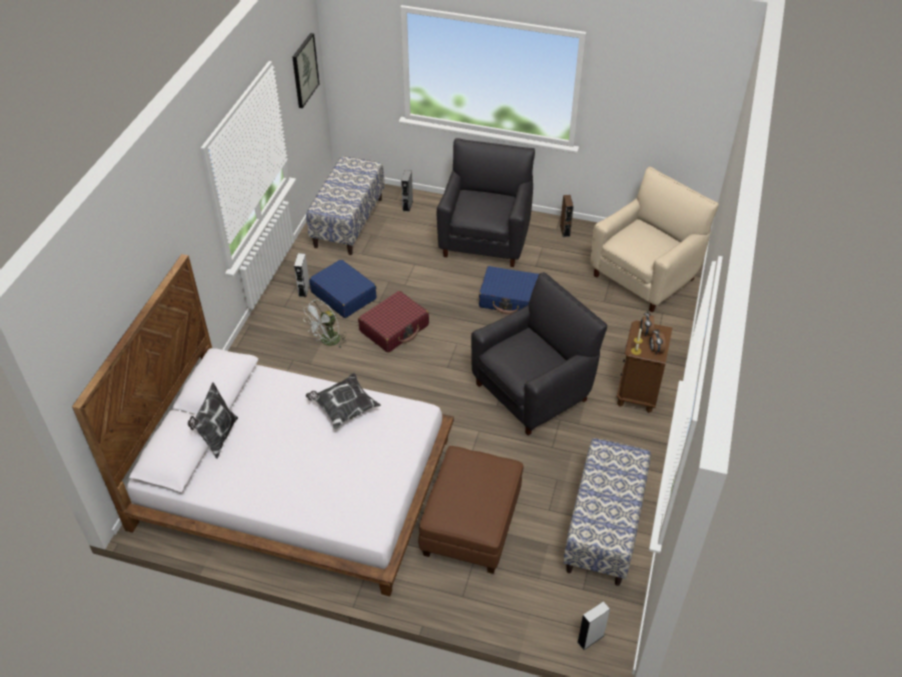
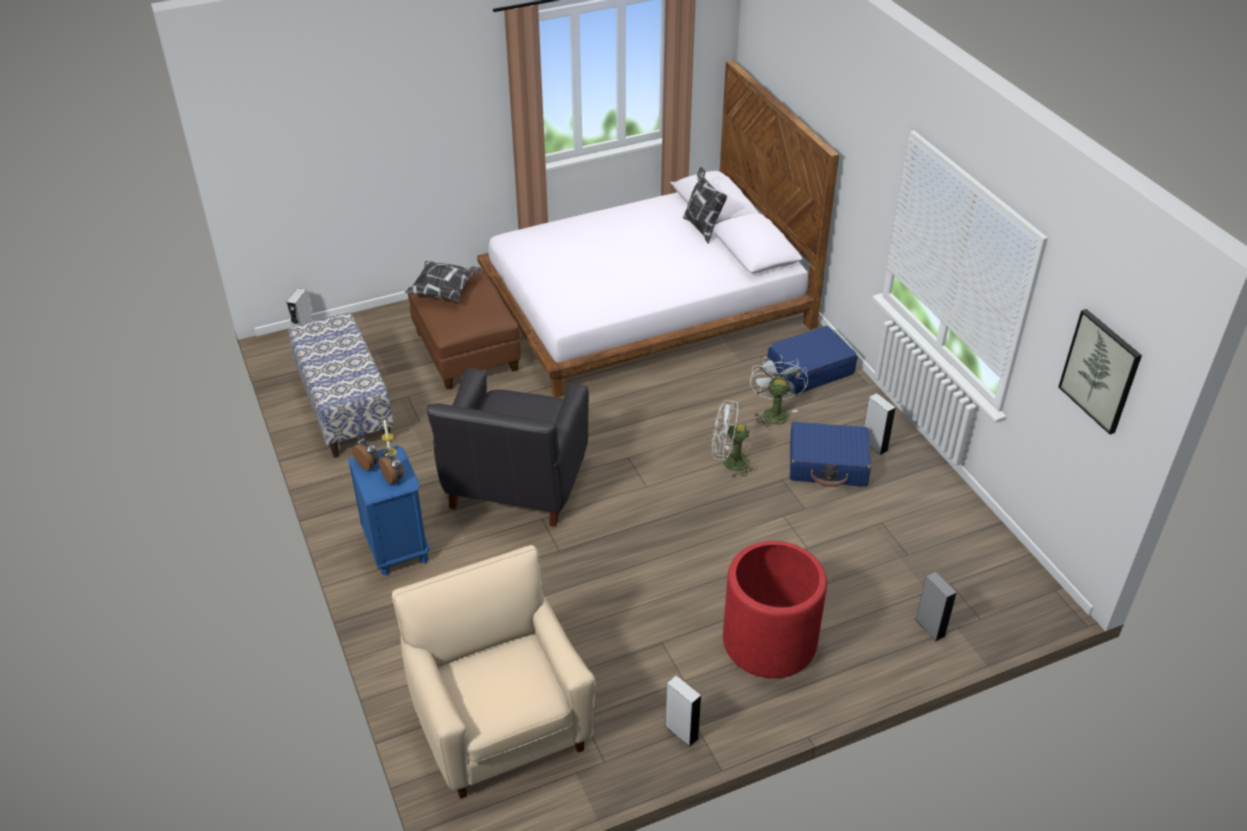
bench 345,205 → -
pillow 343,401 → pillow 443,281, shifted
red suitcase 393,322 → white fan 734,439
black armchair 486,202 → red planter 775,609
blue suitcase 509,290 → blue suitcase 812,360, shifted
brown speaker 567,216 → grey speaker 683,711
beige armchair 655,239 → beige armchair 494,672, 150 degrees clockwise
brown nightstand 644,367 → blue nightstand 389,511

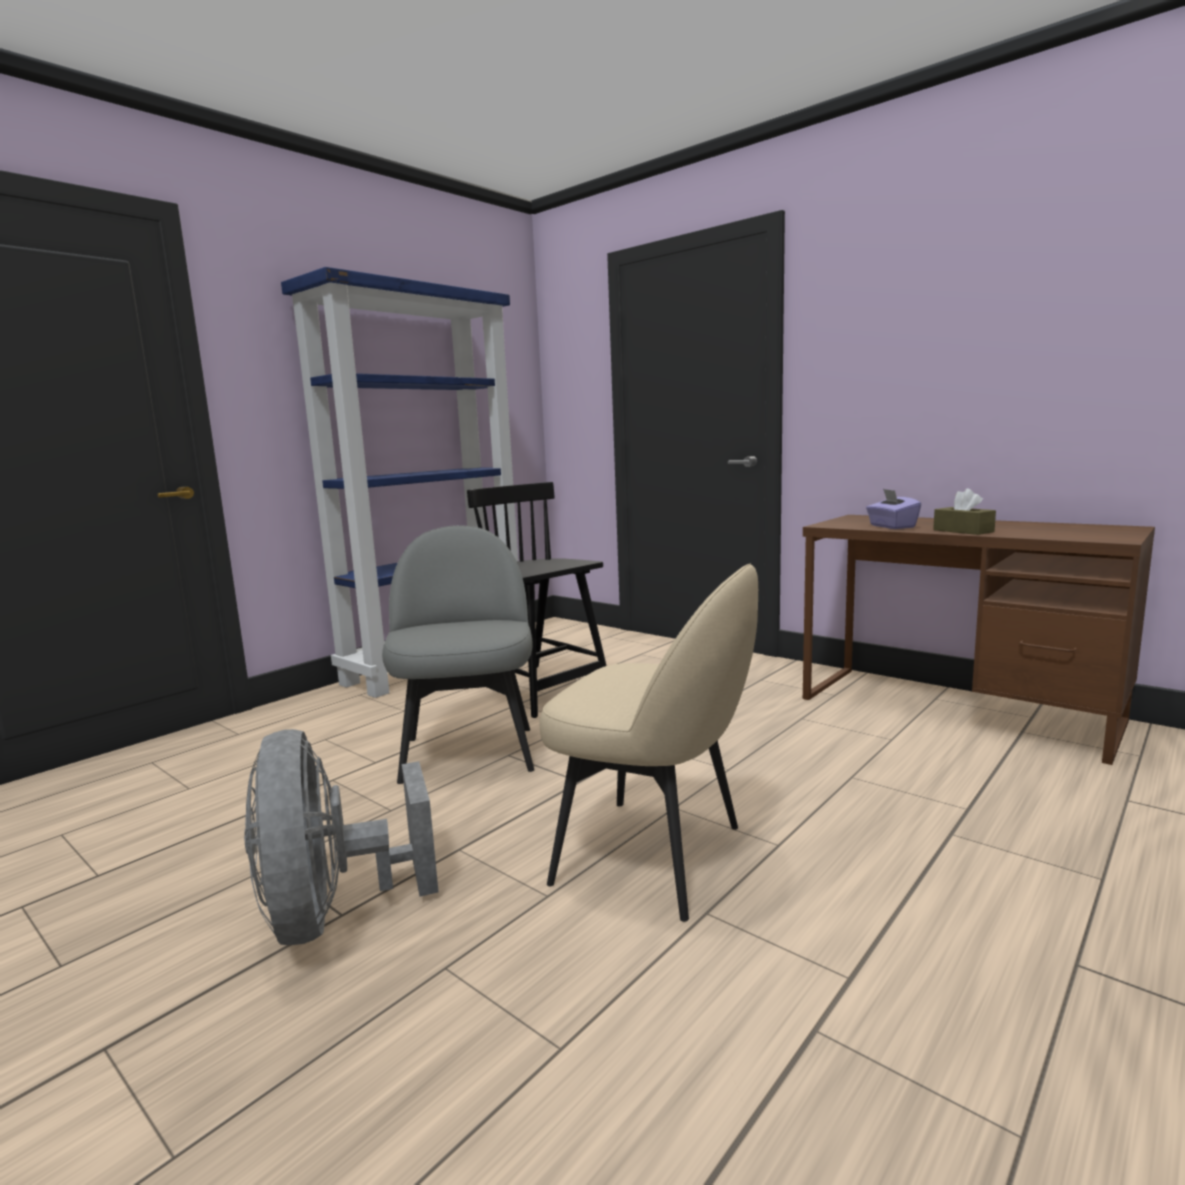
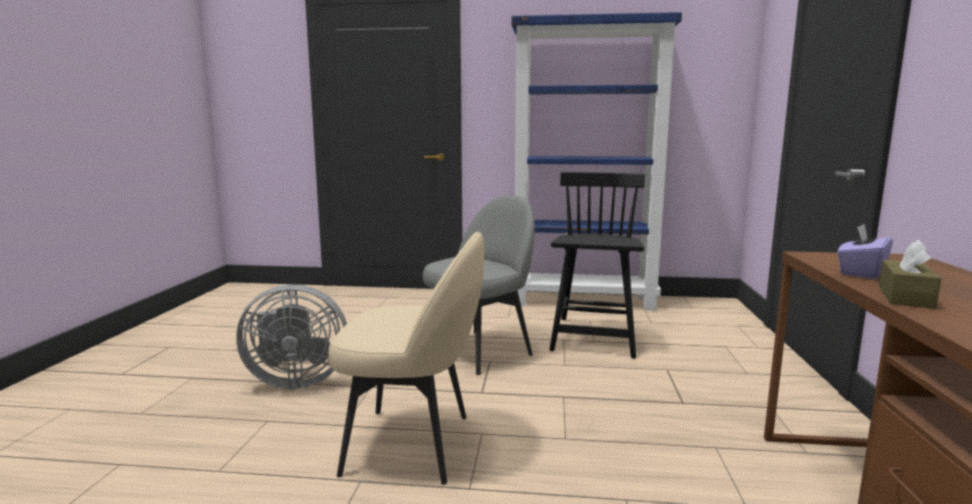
grey fan 341,837 → grey fan 291,336, 135 degrees counterclockwise
beige chair 648,743 → beige chair 406,358, 75 degrees counterclockwise

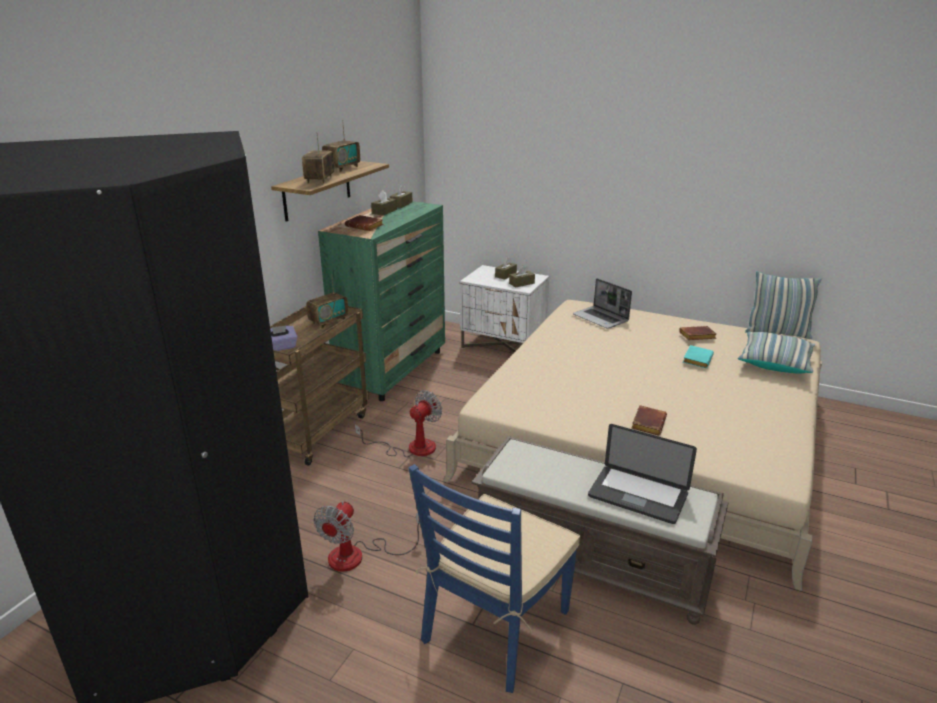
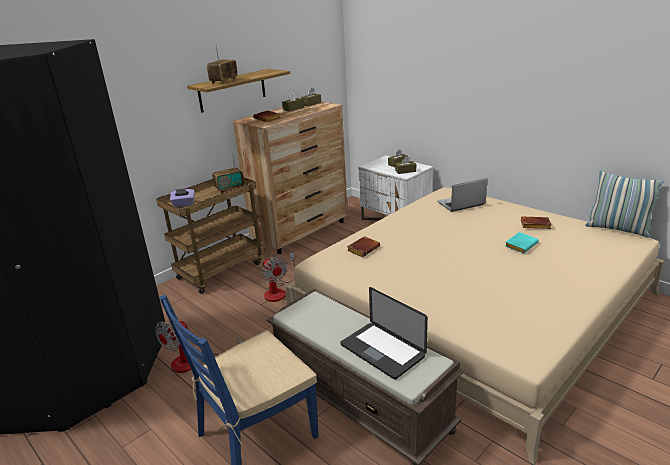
green dresser 381,301 → brown dresser 290,178
radio 341,146 → -
fan 398,423 → fan 278,277, 90 degrees clockwise
laptop 602,303 → laptop 462,195, 90 degrees clockwise
brown book 649,420 → brown book 363,246, shifted
pillow 776,353 → -

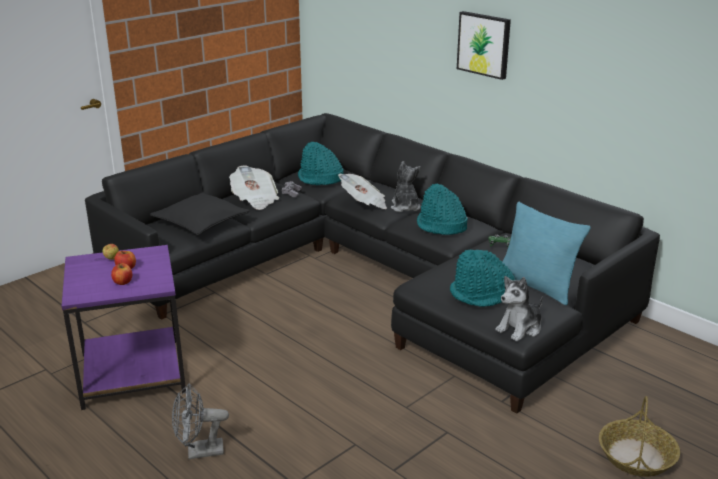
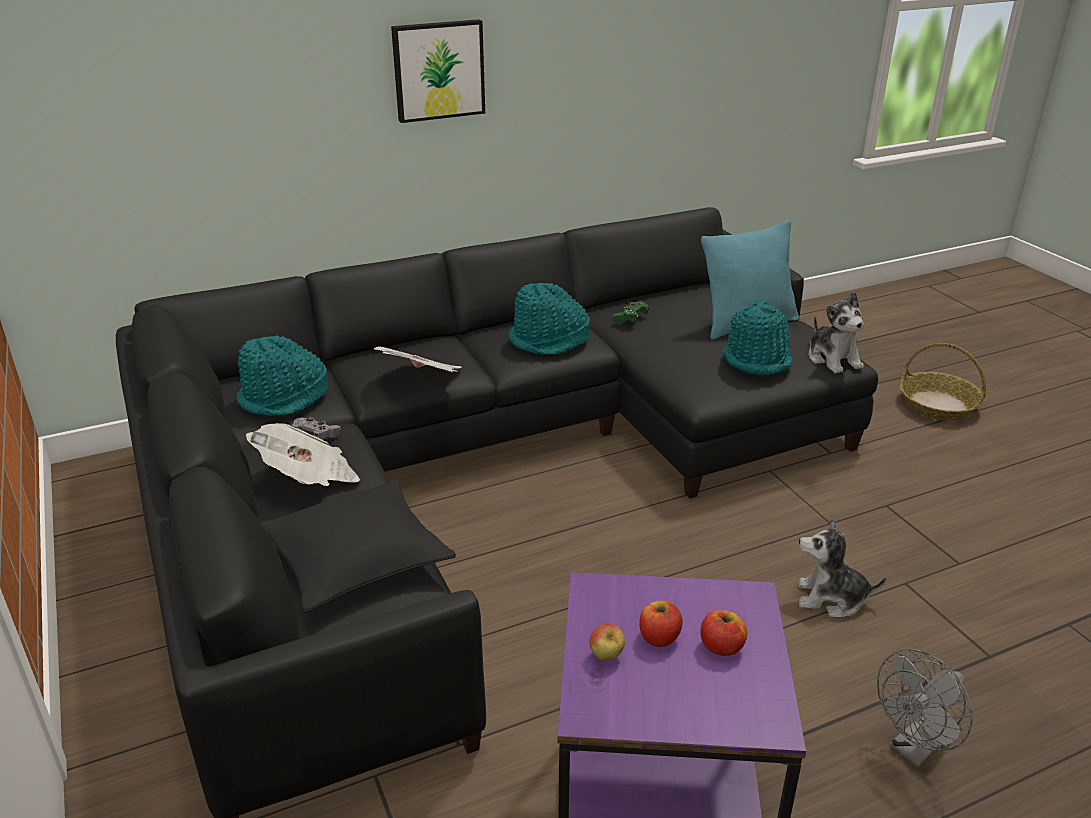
grey fan 200,421 → grey fan 925,708, 45 degrees clockwise
plush toy 406,186 → plush toy 842,568, shifted

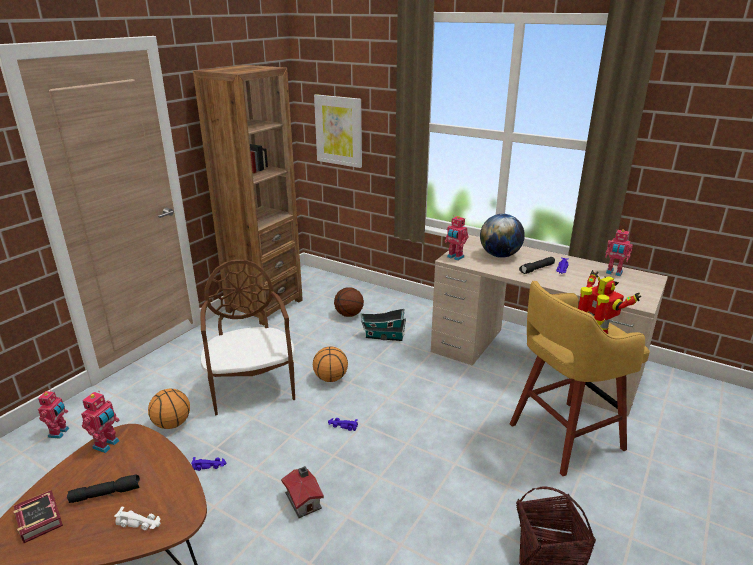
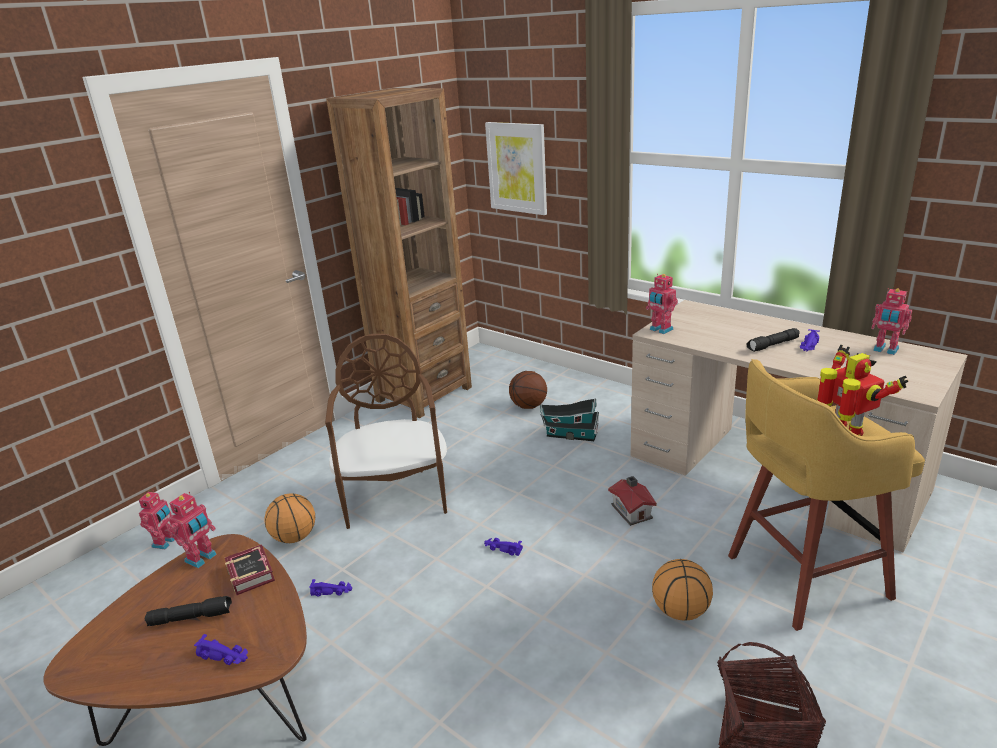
book 38,516 → book 250,569, shifted
white toy car 137,518 → purple toy car 221,649
toy house 302,492 → toy house 632,501, shifted
basketball 330,364 → basketball 682,590, shifted
globe 502,236 → -

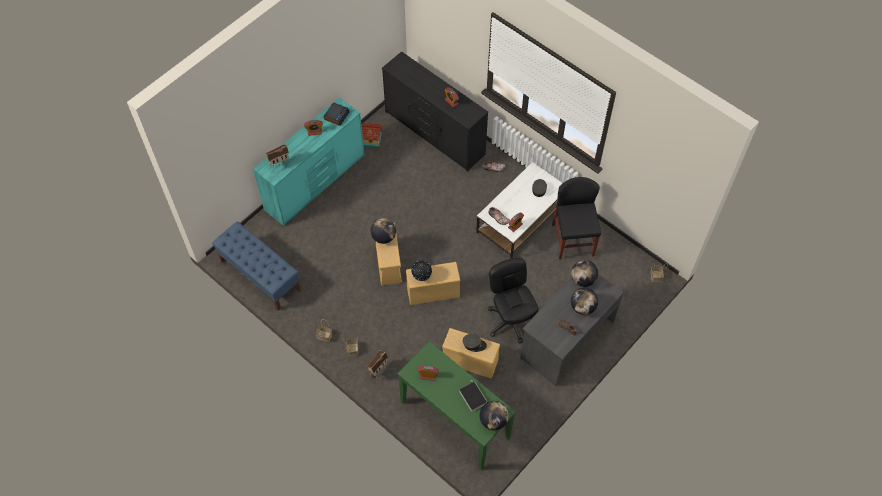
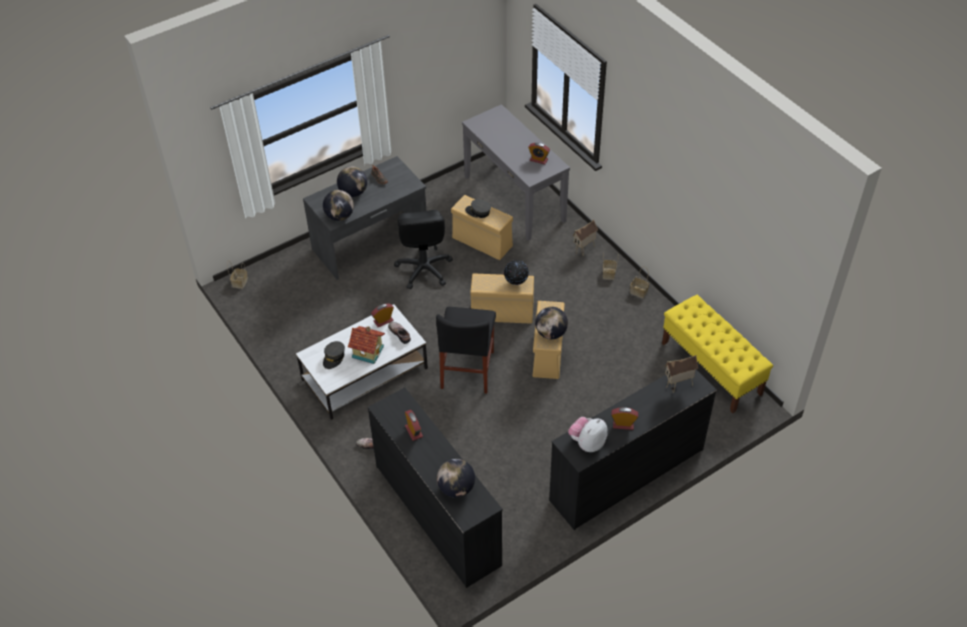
blue bench 256,266 → yellow bench 717,354
turquoise dresser 309,161 → black dresser 633,449
alarm clock 336,114 → plush toy 588,434
toy house 371,135 → toy house 366,345, shifted
green console table 456,405 → grey console table 516,172
book 473,396 → -
globe 494,415 → globe 456,478, shifted
black chair 576,218 → black chair 466,350, shifted

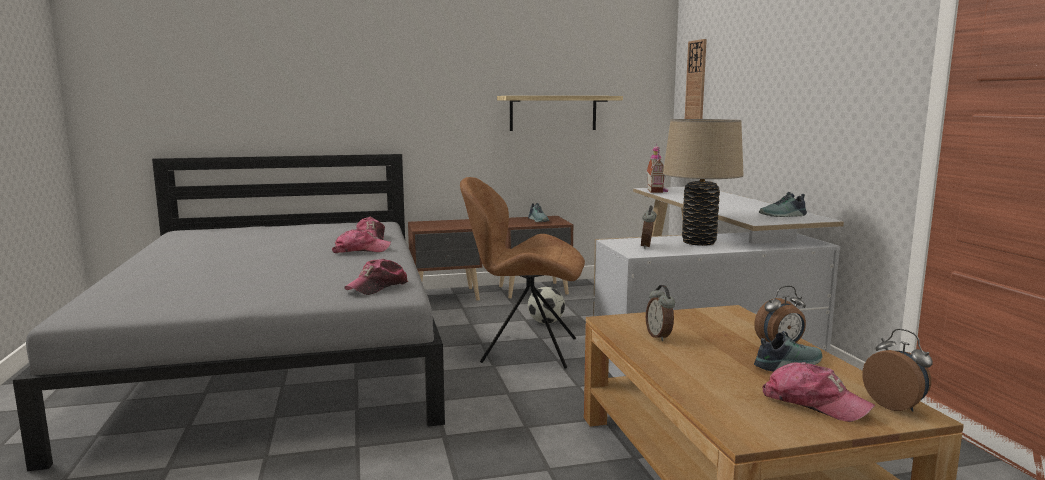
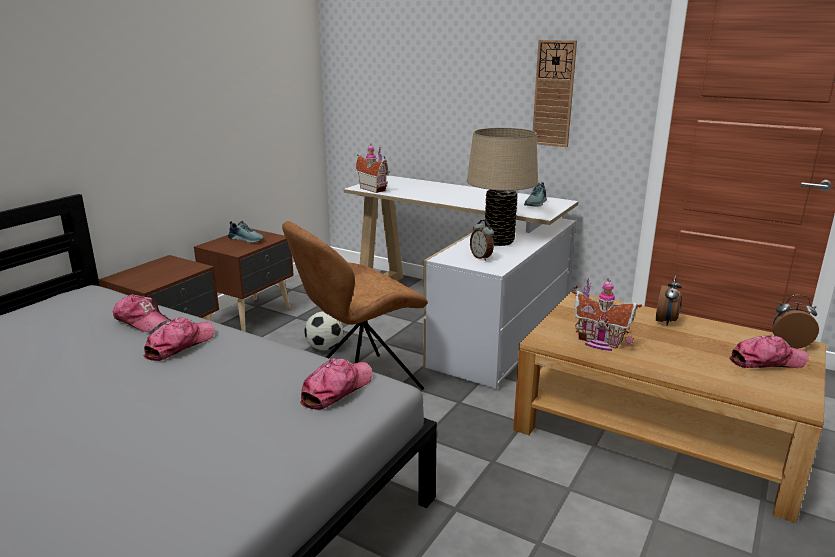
cap 376,277 → cap 336,384, 135 degrees counterclockwise
shelf 560,113 → -
alarm clock 660,313 → toy house 607,314
wall clock 696,79 → wall clock 555,93, shifted
shoe 788,351 → -

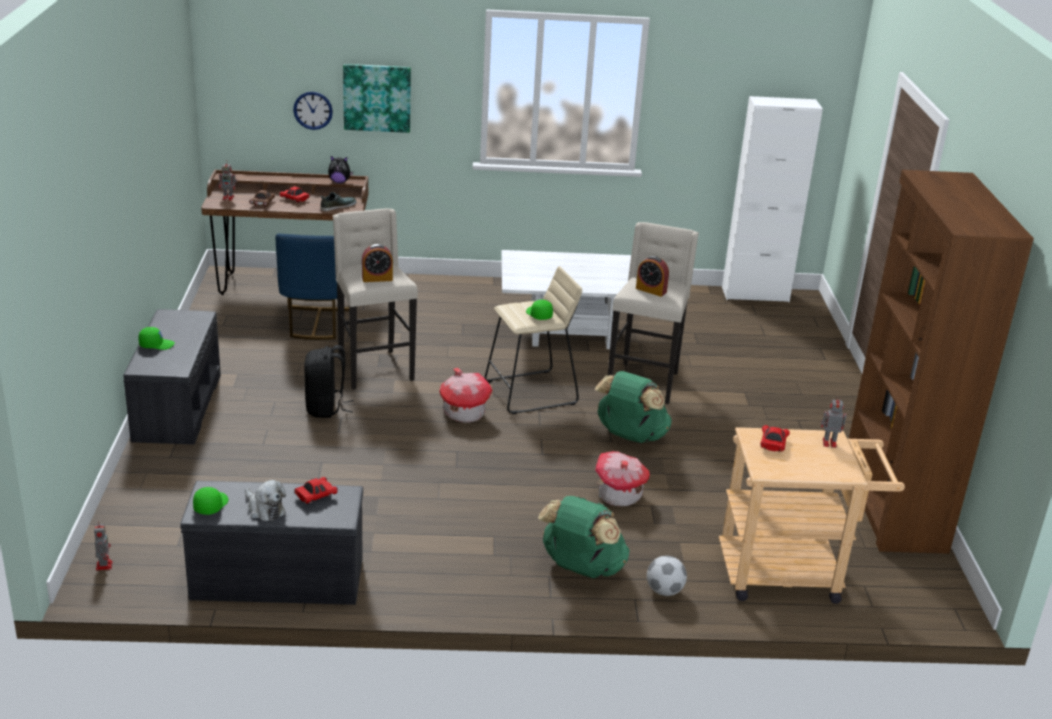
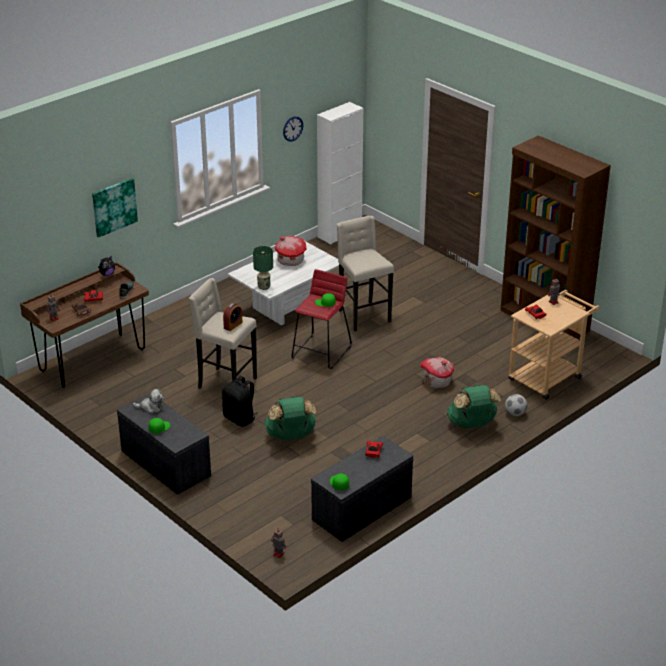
plush toy 265,500 → plush toy 148,401, shifted
blue chair 312,286 → -
wall clock 313,111 → wall clock 293,129, shifted
toy house 466,395 → toy house 291,250, shifted
beige stool 533,340 → red stool 321,319
green backpack 633,407 → green backpack 290,418, shifted
alarm clock 652,276 → -
- → green table lamp 263,268

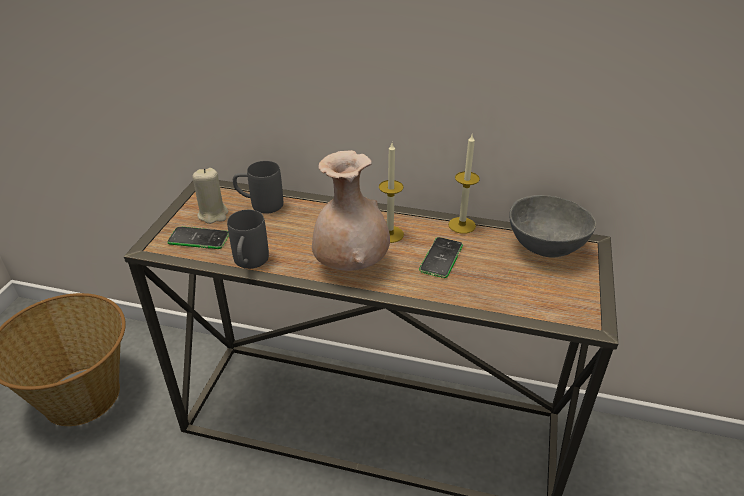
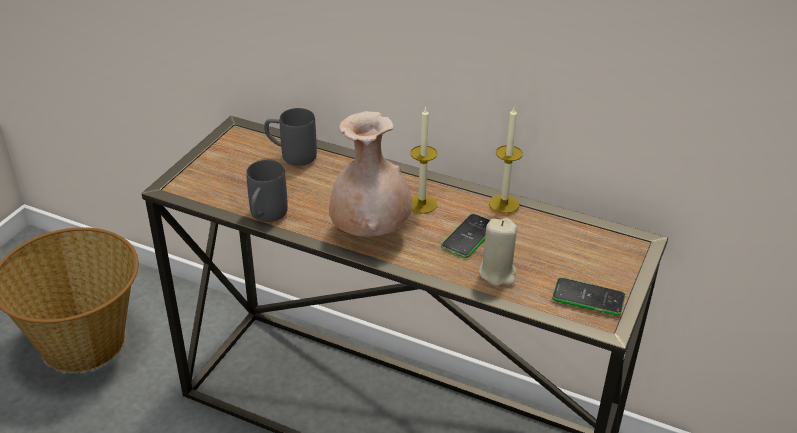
phone 198,237 → phone 588,297, shifted
beige candle 210,196 → beige candle 498,252, shifted
grey bowl 552,226 → -

